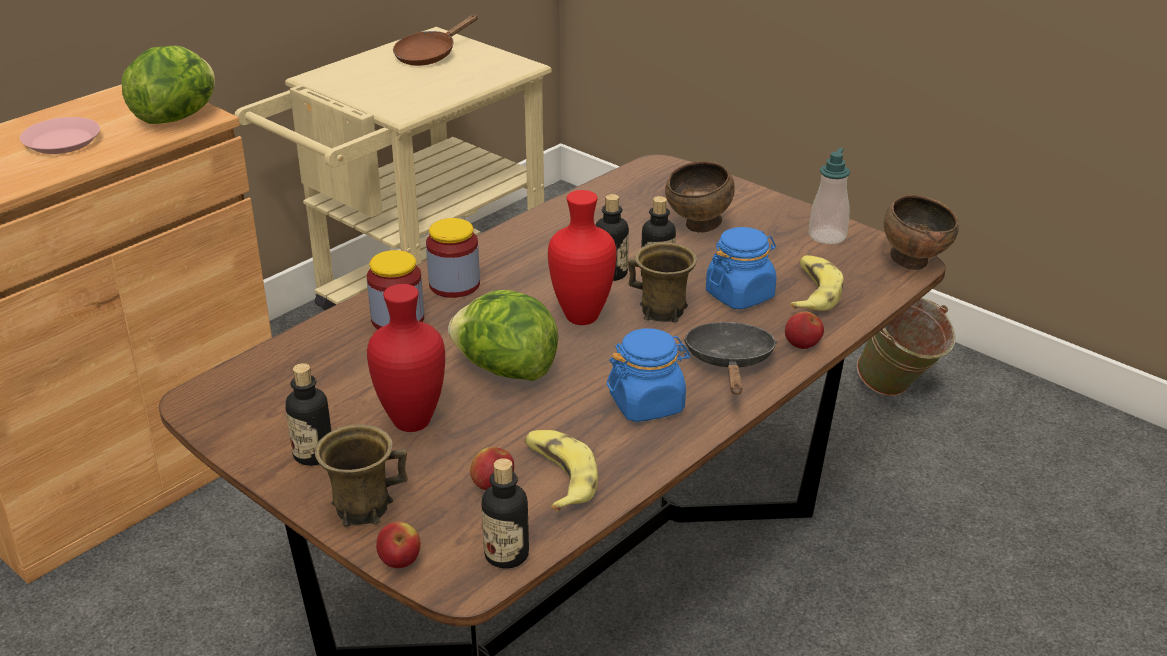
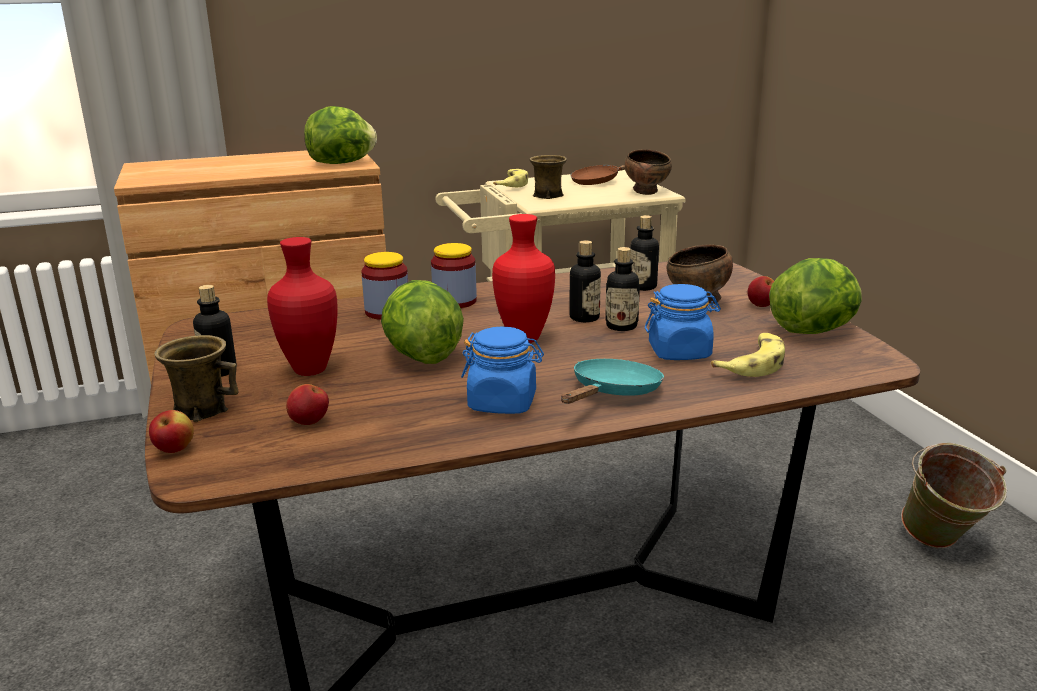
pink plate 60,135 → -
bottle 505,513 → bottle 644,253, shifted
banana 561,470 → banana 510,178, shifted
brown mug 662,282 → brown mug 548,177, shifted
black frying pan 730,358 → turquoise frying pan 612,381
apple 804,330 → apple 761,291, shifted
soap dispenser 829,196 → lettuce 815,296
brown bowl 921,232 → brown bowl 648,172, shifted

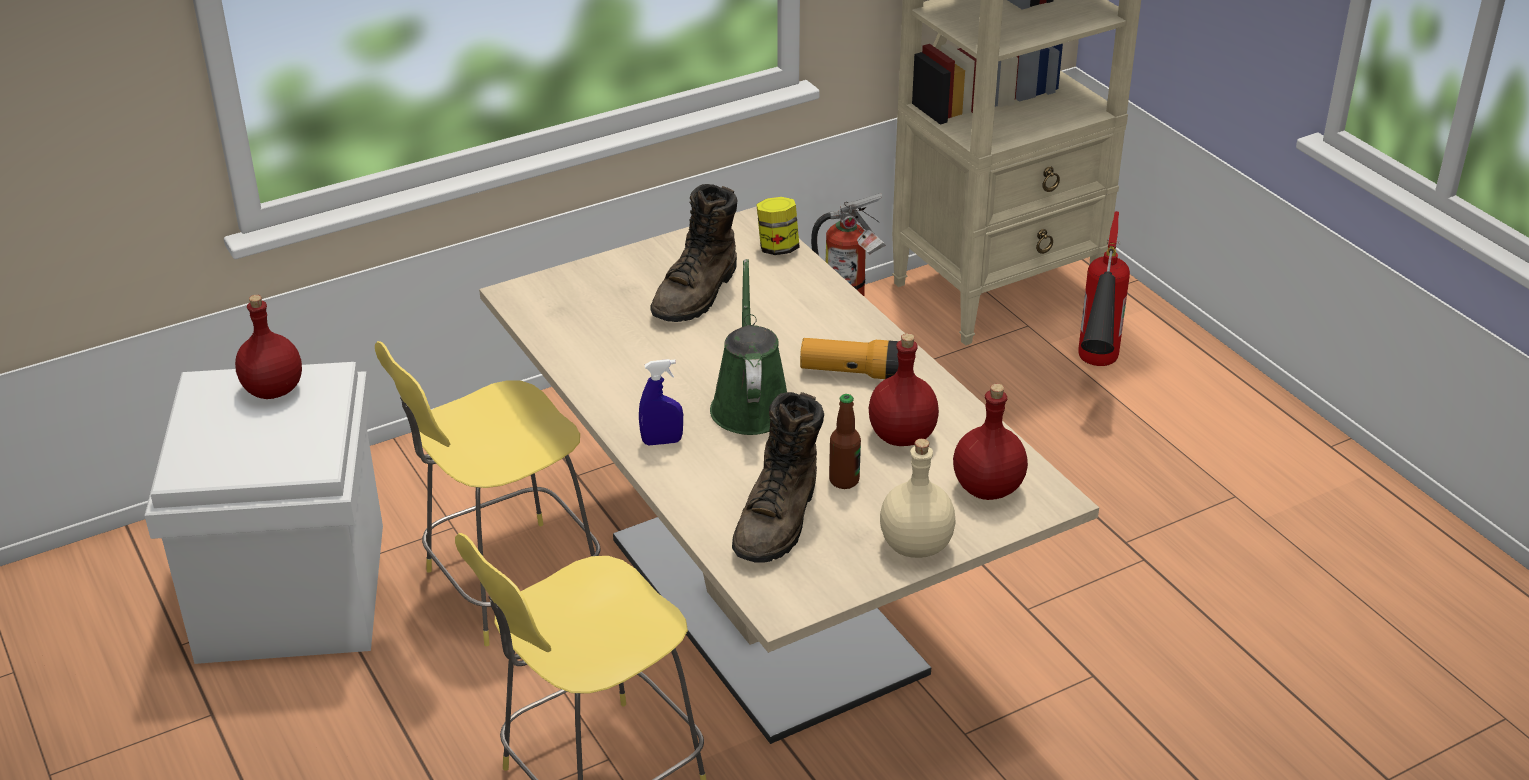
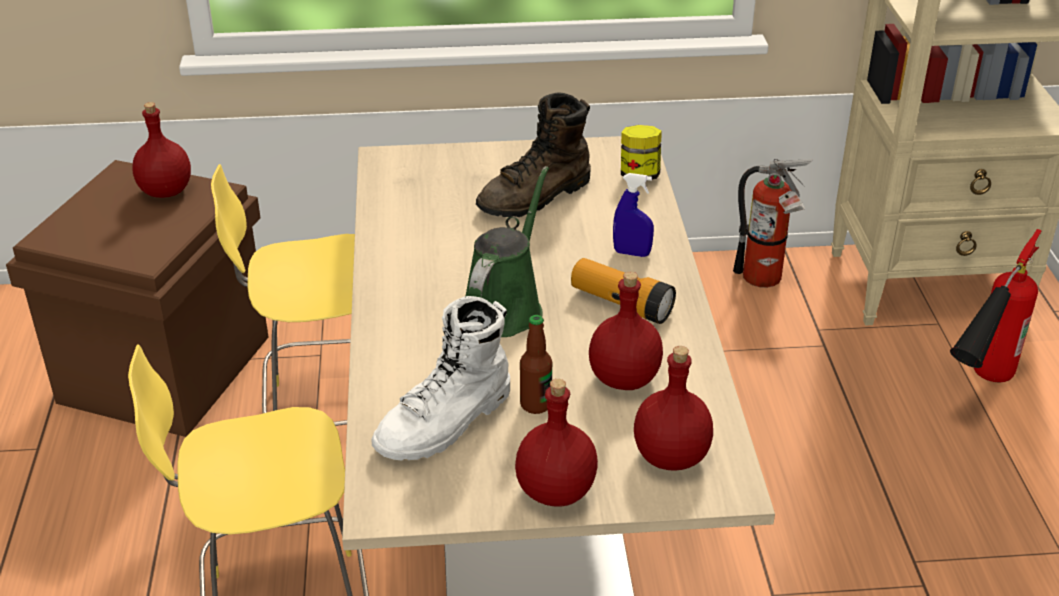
white storage box 264,513 → brown storage box 137,298
blue spray bottle 661,402 → blue spray bottle 633,215, shifted
brown boot 778,477 → white boot 440,378
beige bottle 918,498 → red bottle 556,443

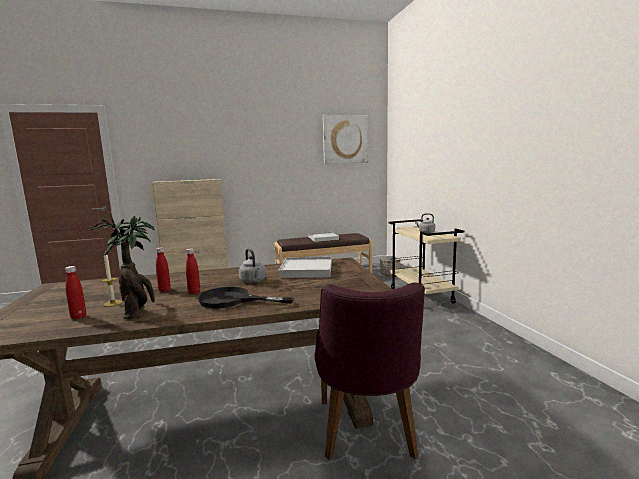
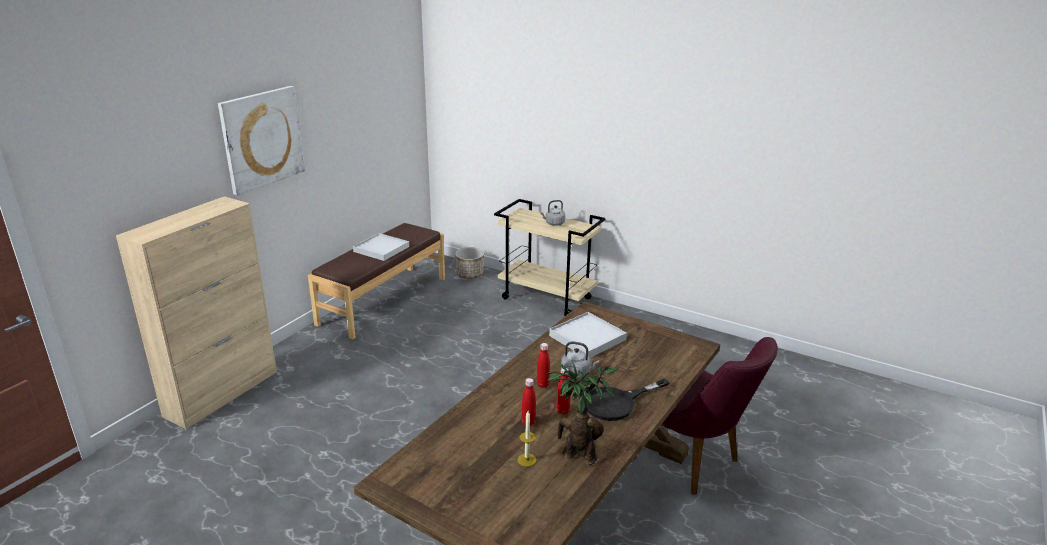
red bottle 75,293 → red bottle 543,365, shifted
picture 345,139 → picture 261,141, shifted

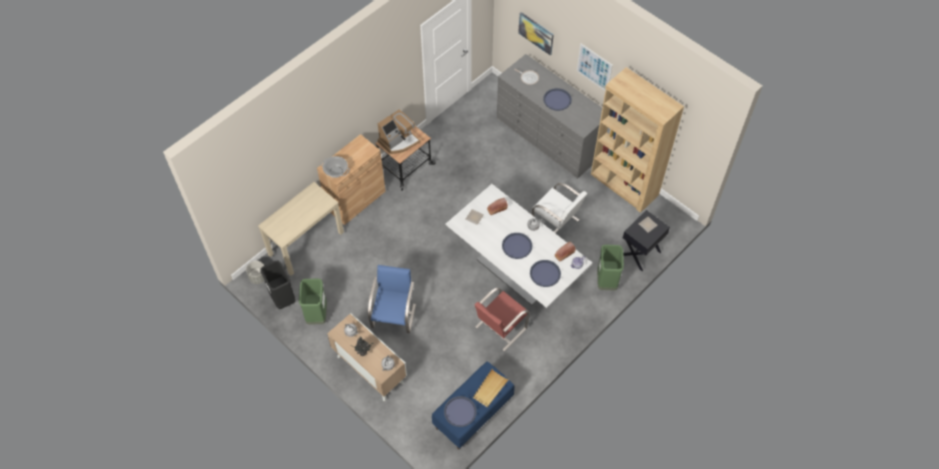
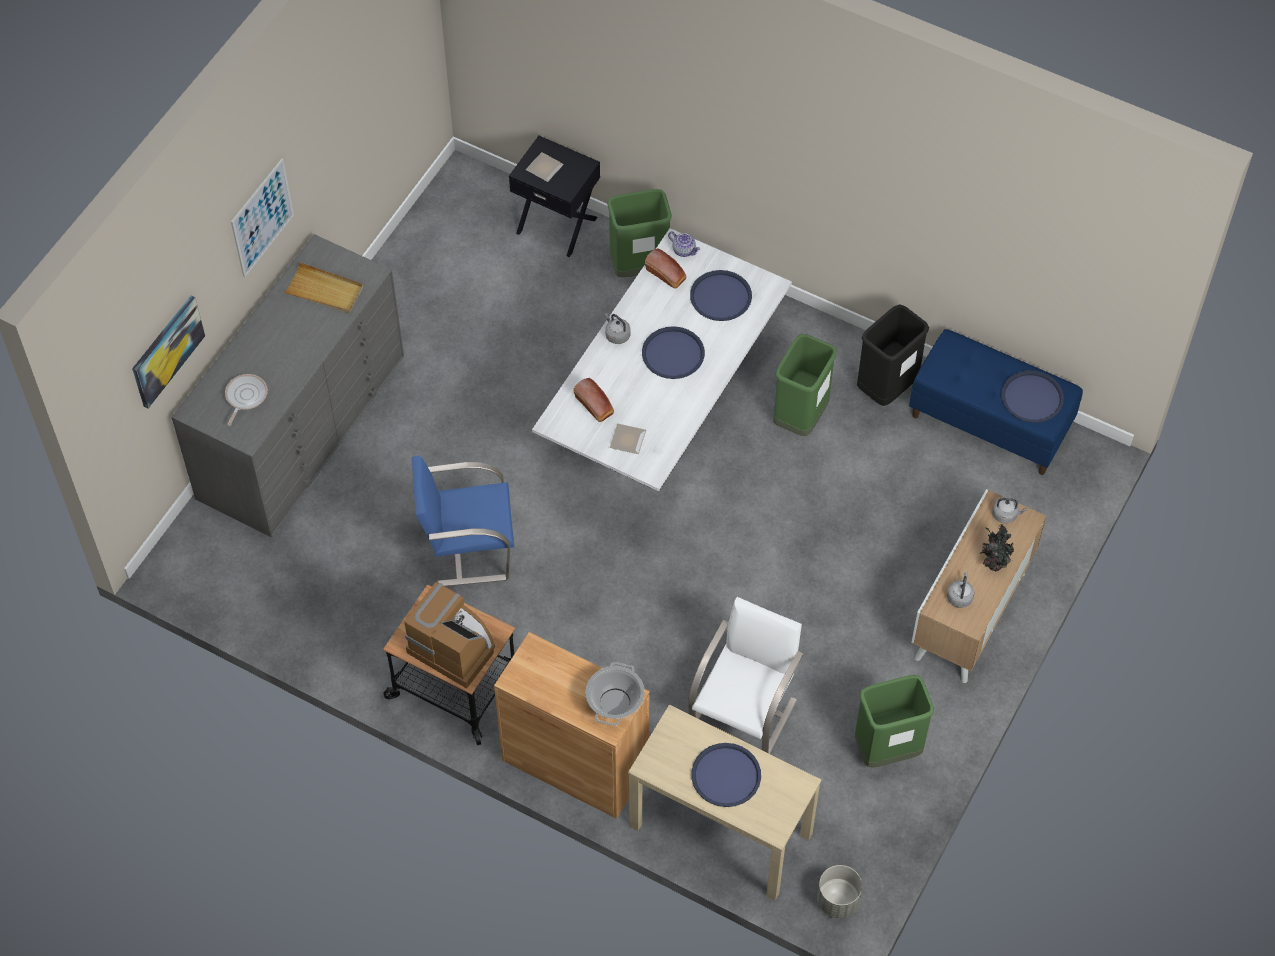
black trash can 278,285 → black trash can 893,355, shifted
blue chair 392,299 → blue chair 462,521, shifted
beige tray 491,388 → beige tray 323,287, shifted
red chair 502,319 → green trash can 805,385
white chair 559,208 → white chair 746,675, shifted
blue tray 557,99 → blue tray 726,775, shifted
brown bookcase 637,140 → -

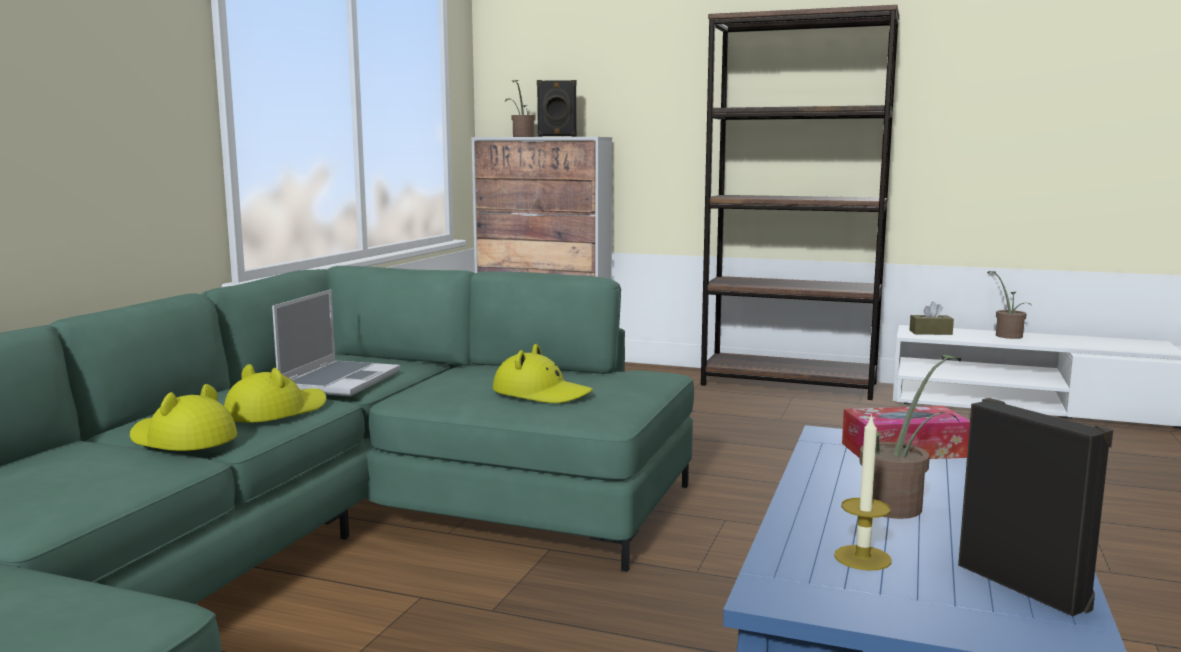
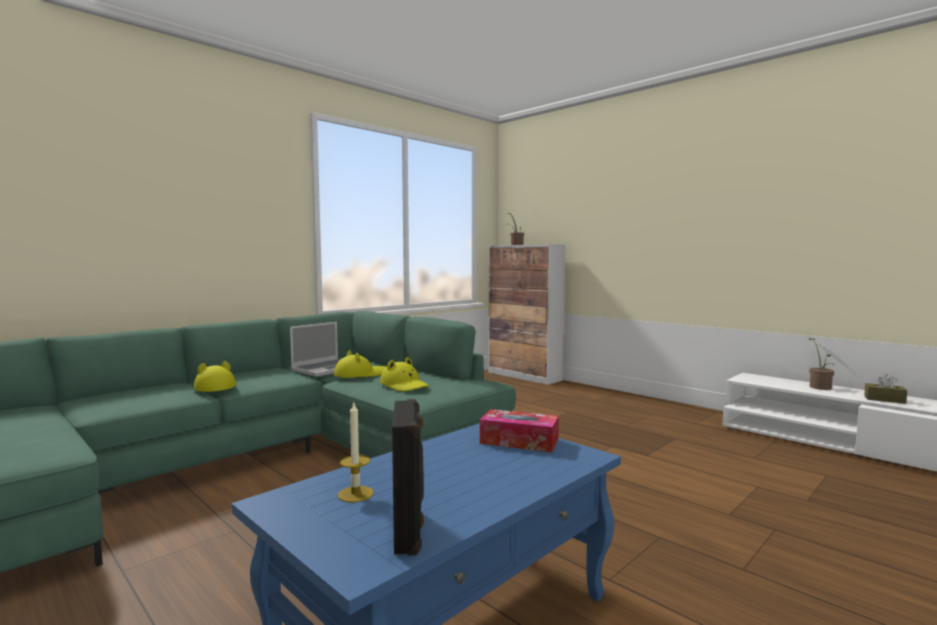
yellow hat 275,393 → yellow hat 360,364, shifted
black speaker 557,108 → -
brown bookcase 800,202 → -
potted plant 910,437 → -
brown tissue box 931,318 → brown tissue box 885,389, shifted

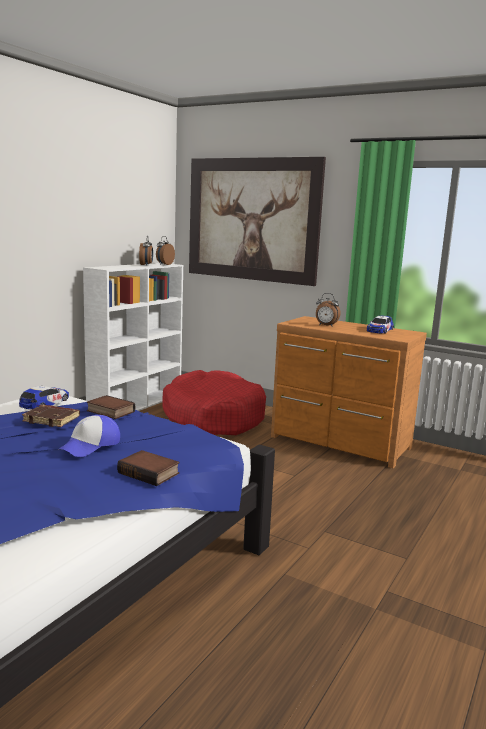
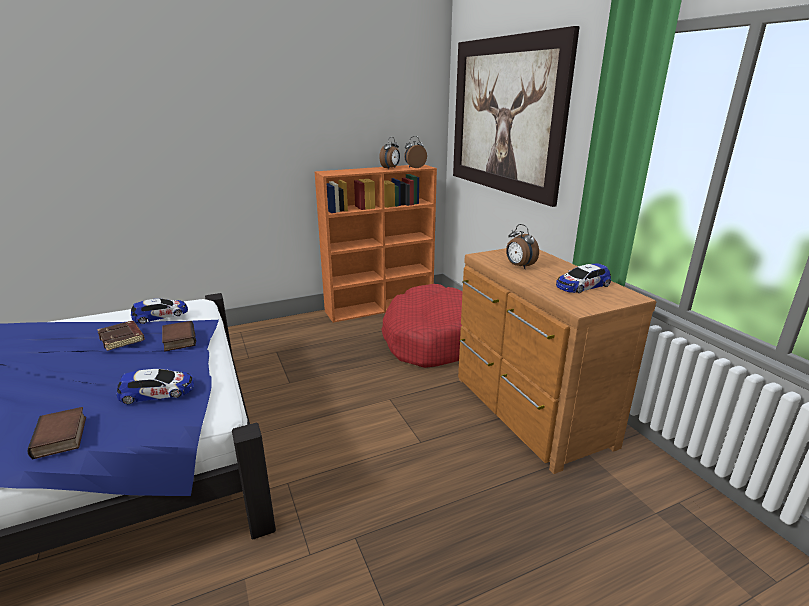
cap 89,436 → -
white bookcase 133,337 → orange bookcase 375,243
- → toy car 155,386

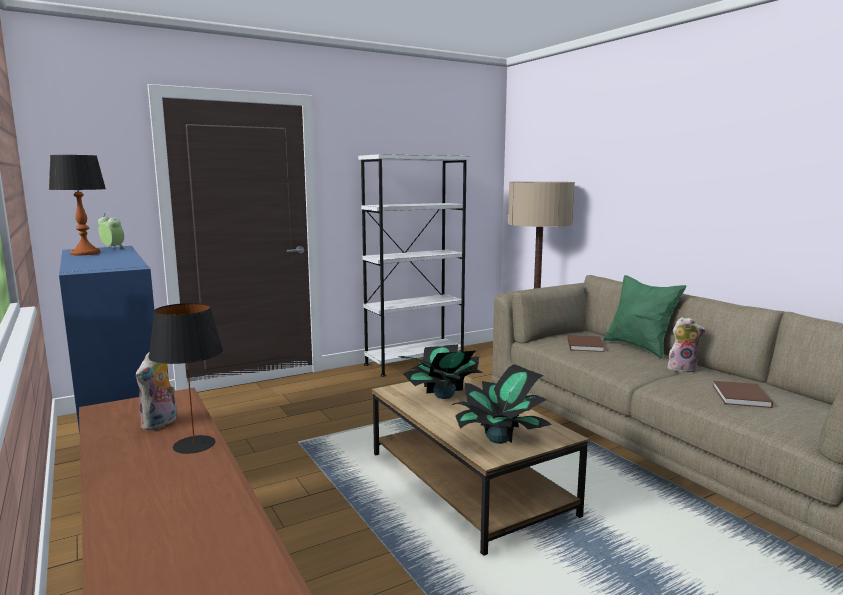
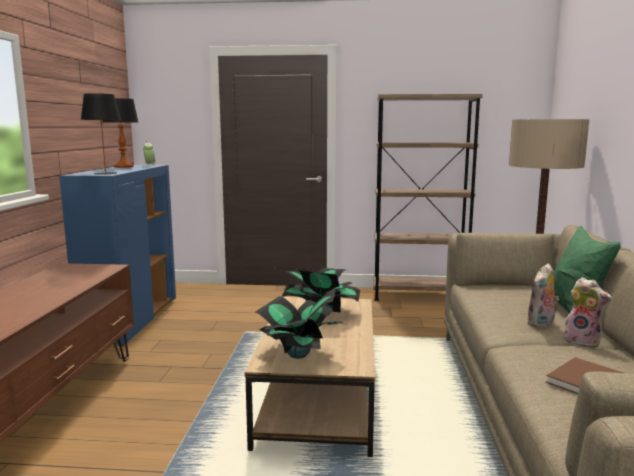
plush toy 156,391 → plush toy 543,295, shifted
black table lamp 185,378 → black table lamp 101,134, shifted
white bookcase 413,265 → brown bookcase 428,197
brown book 586,343 → -

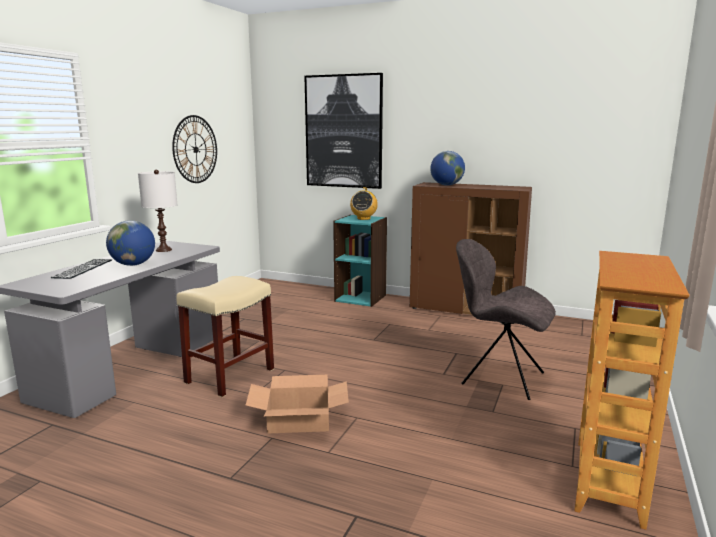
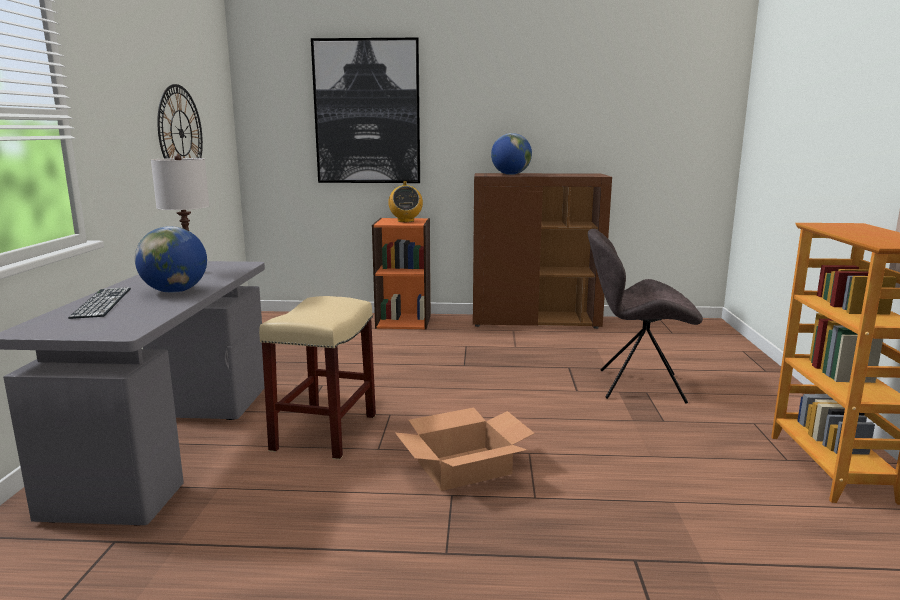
turquoise bookcase 360,261 → orange bookcase 401,274

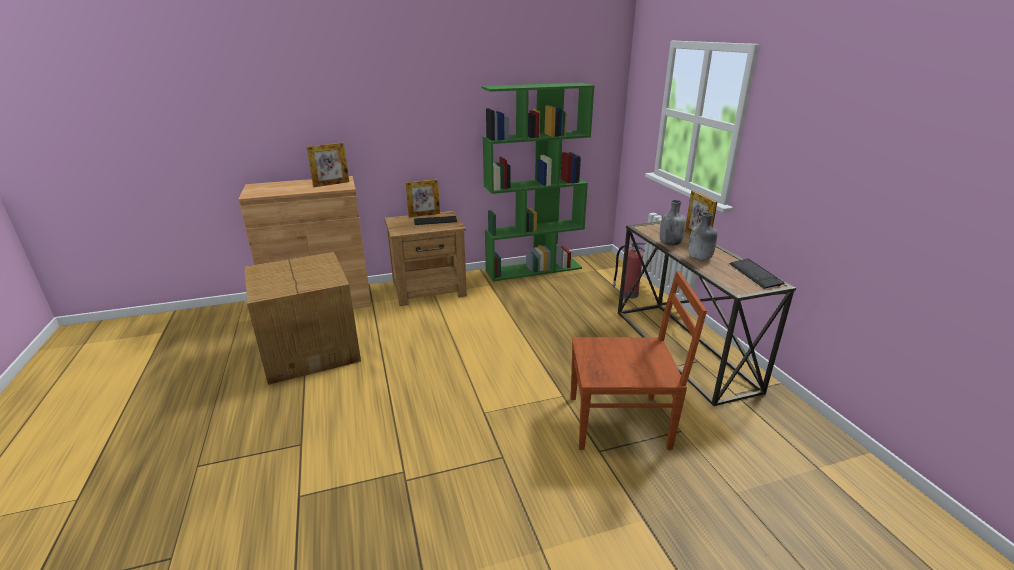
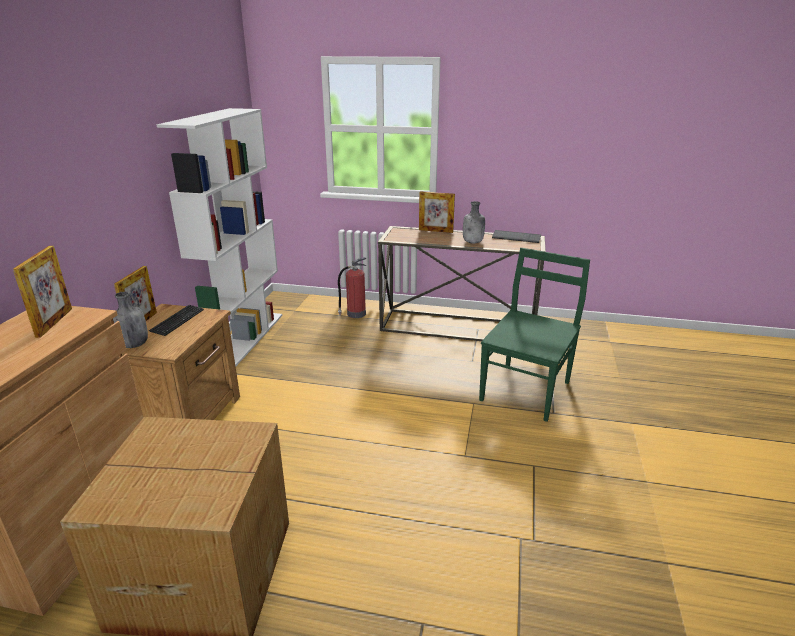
green bookcase 538,182 → white bookcase 219,237
brown chair 639,360 → green chair 534,335
grey bottle 673,223 → grey bottle 130,320, shifted

